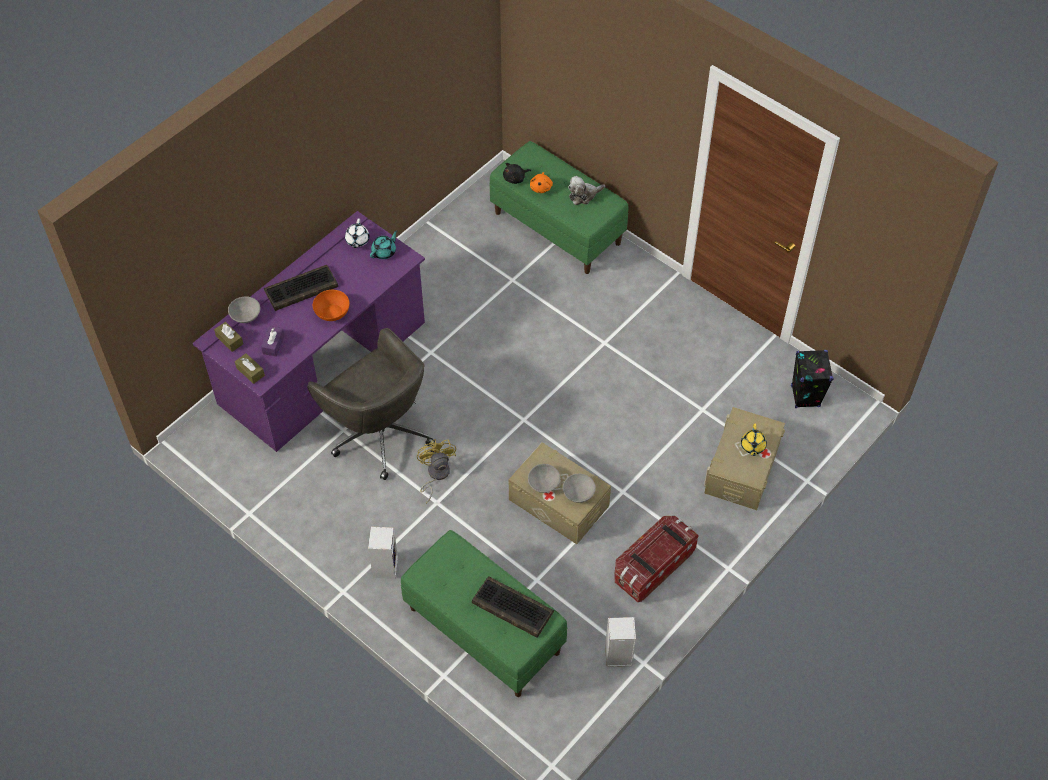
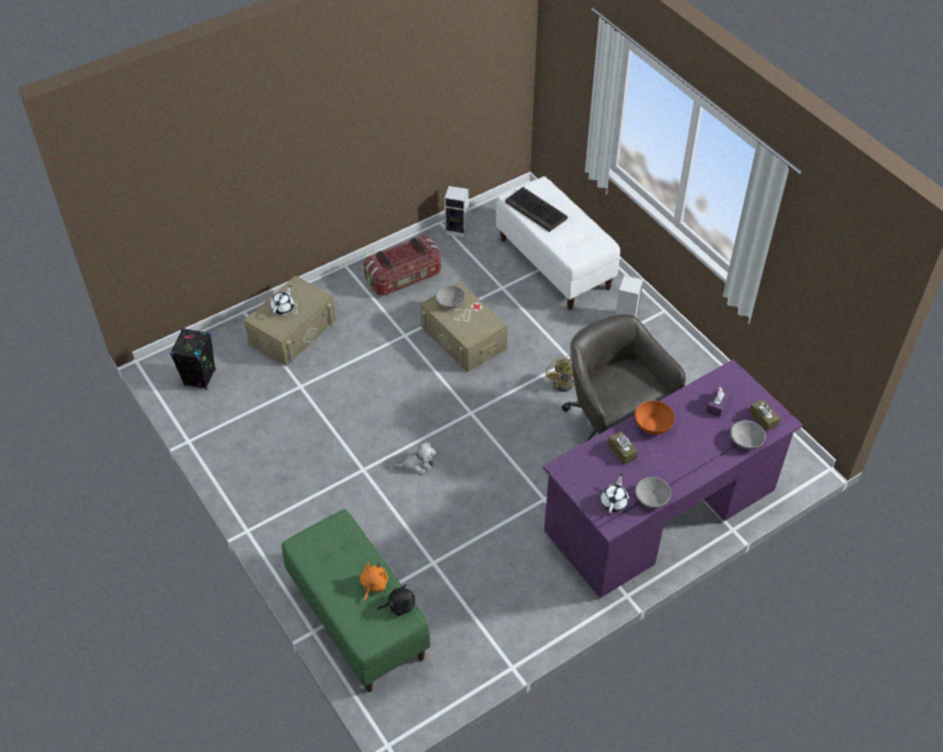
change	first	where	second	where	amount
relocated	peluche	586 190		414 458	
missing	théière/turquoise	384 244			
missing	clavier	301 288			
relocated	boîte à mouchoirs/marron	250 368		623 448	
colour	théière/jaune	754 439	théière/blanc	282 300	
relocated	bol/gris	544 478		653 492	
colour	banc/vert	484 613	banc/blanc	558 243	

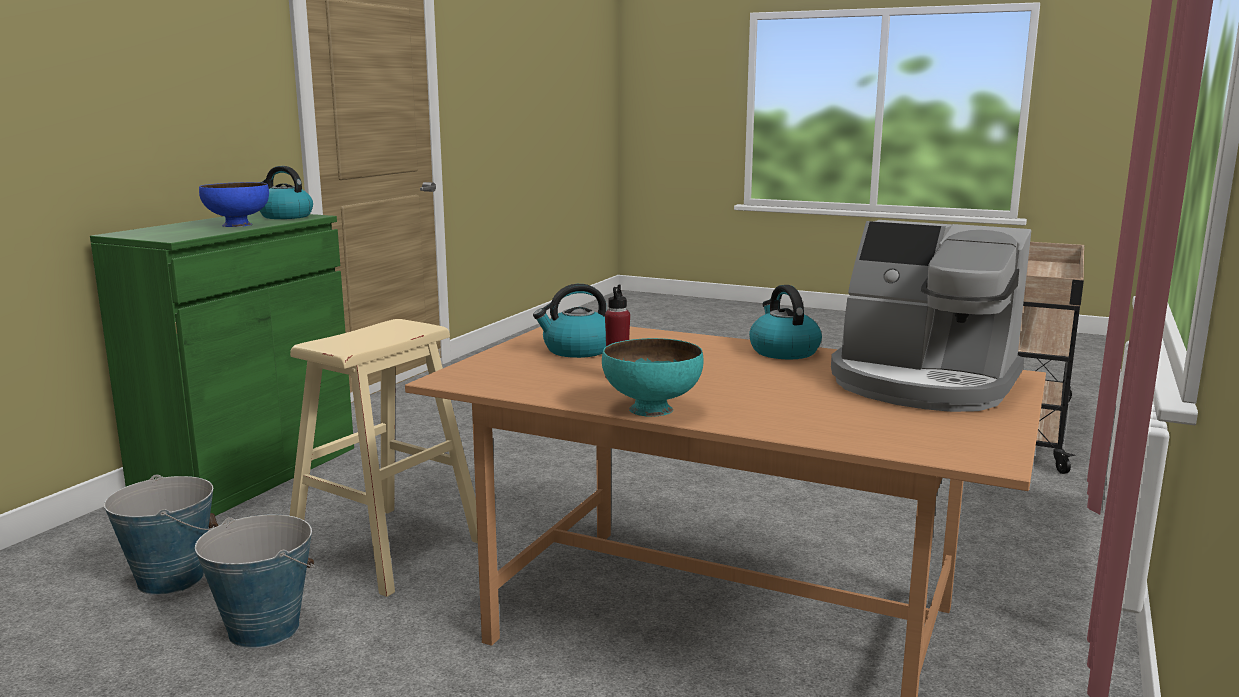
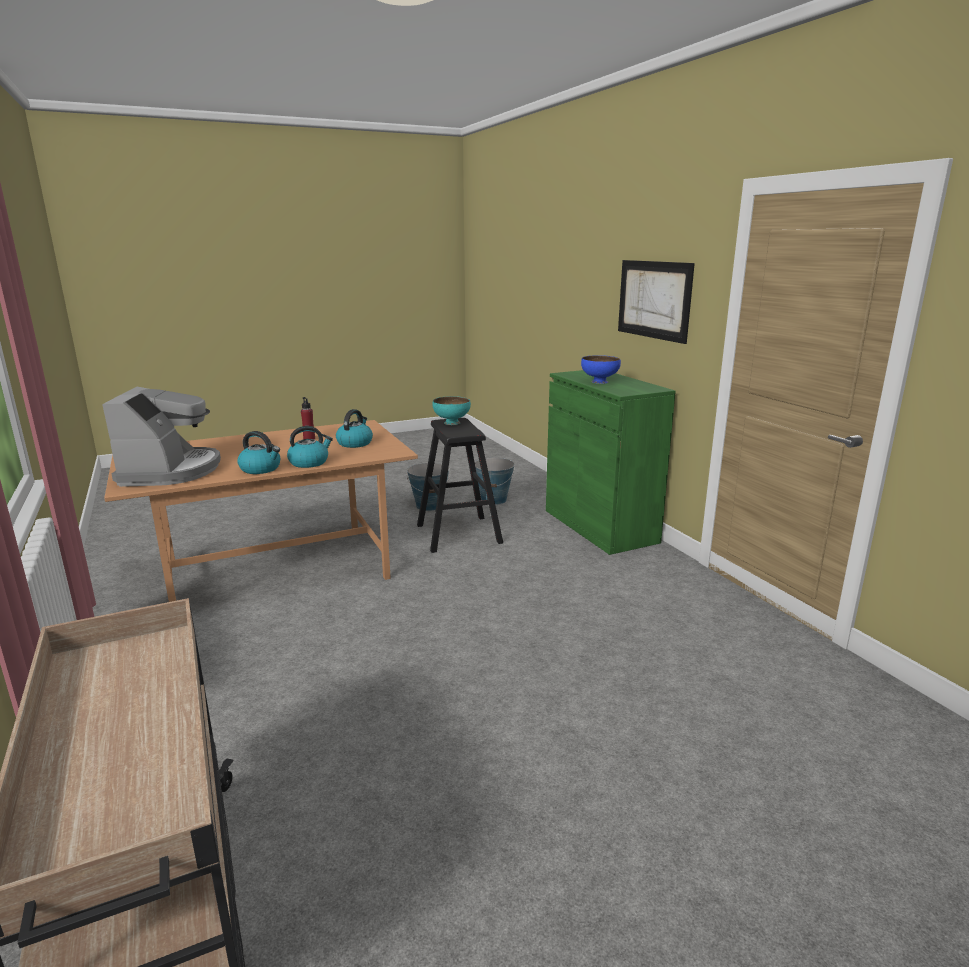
change	first	where	second	where	amount
relocated	bouilloire	286 192		310 447	
spun	machine à café	931 316		161 437	105 degrees clockwise
colour	tabouret/beige	383 458	tabouret/noir	460 485	
relocated	bol/turquoise	652 377		451 410	
appeared			tableau	656 302	

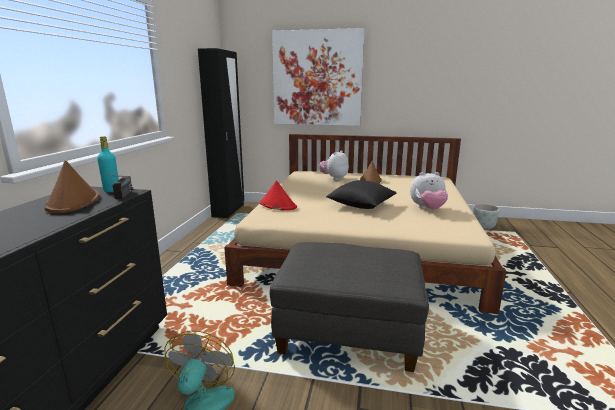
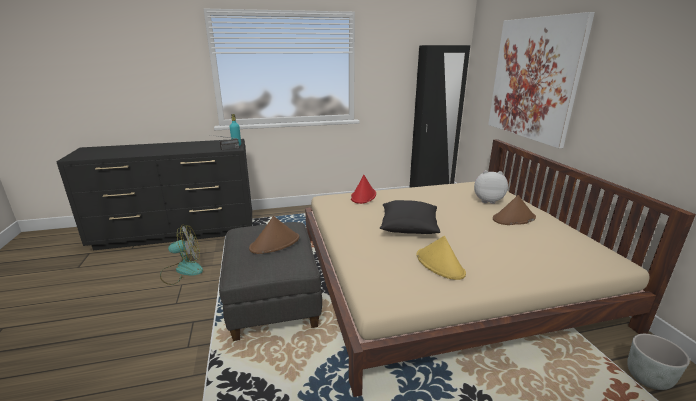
change	first	where	second	where	amount
relocated	chapeau/marron	72 186		274 235	
exchanged	peluche	429 191	chapeau/jaune	441 258	

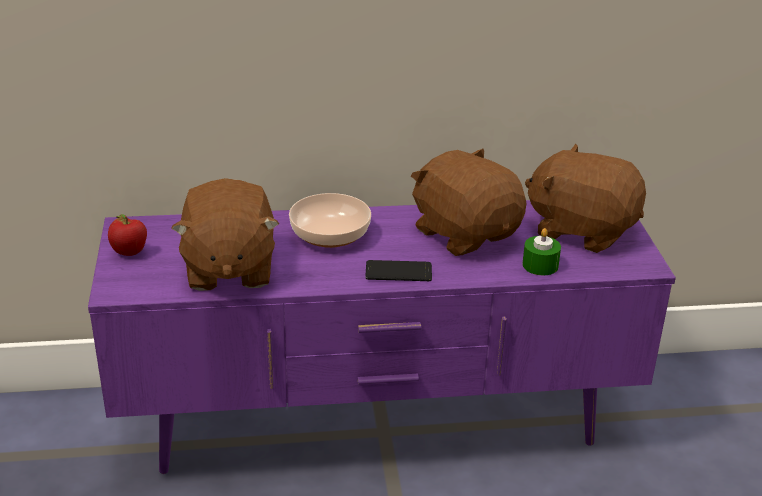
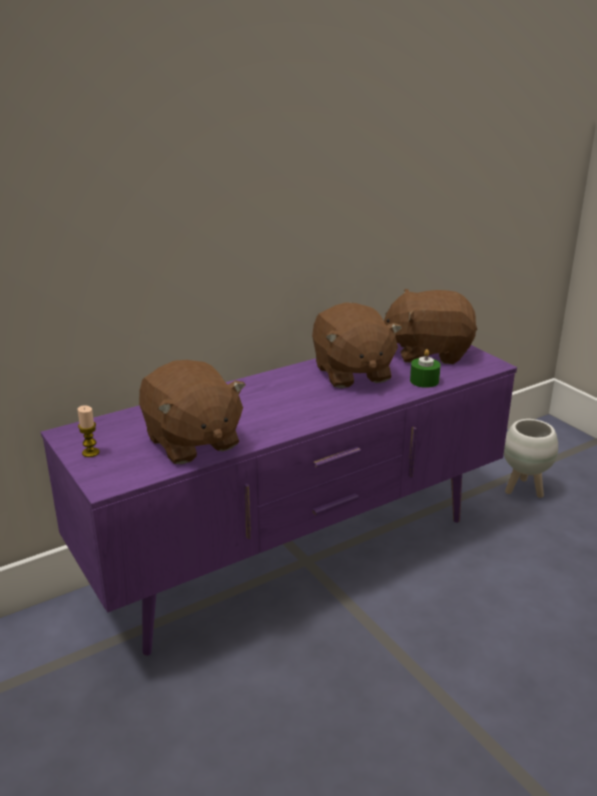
change	first	where	second	where	amount
spun	peluche/marron	469 202		357 345	135 degrees counterclockwise
missing	bol	330 220			
exchanged	pomme	127 235	bougie	88 431	
missing	téléphone	398 270			
appeared			cache-pot/blanc	531 458	

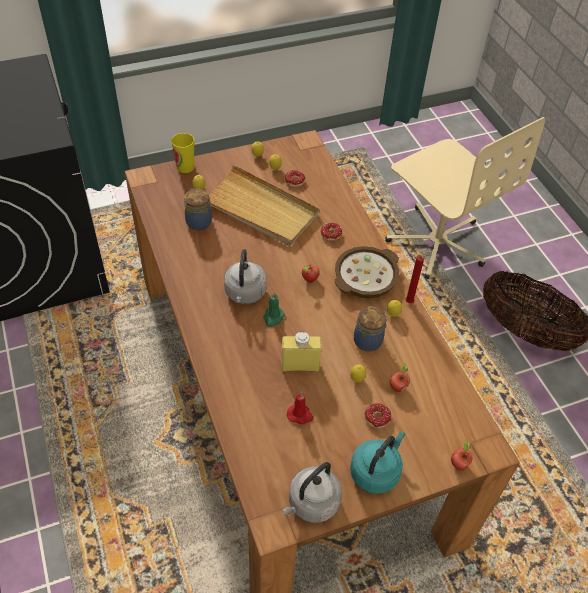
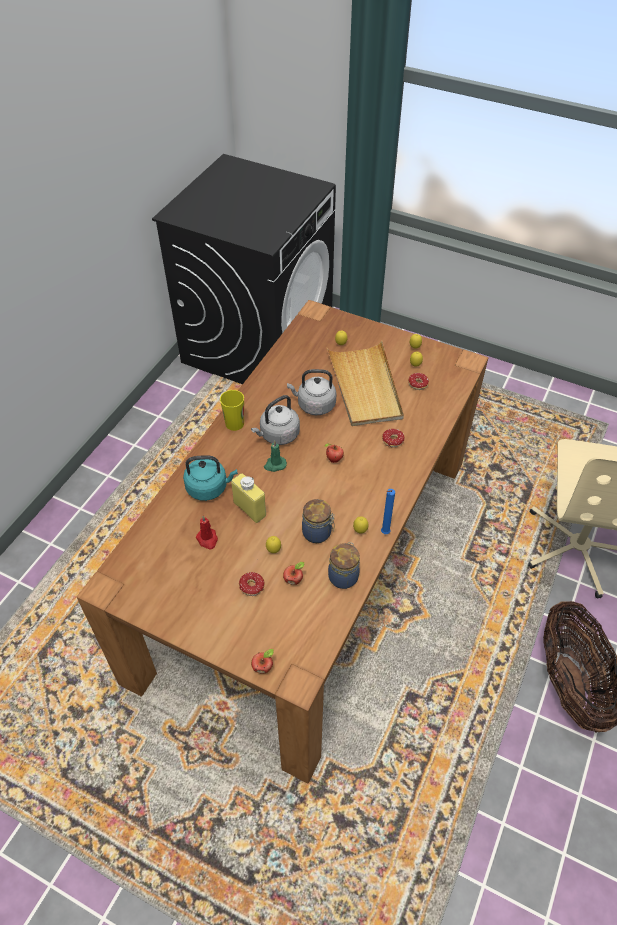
change	first	where	second	where	amount
relocated	tasse	182 153		232 410	
relocated	bocal	198 209		344 565	
missing	bol	367 272			
colour	bougie/rouge	414 279	bougie/bleu	388 511	
relocated	bouilloire/turquoise	377 463		210 478	
relocated	bouilloire/gris	312 492		312 392	

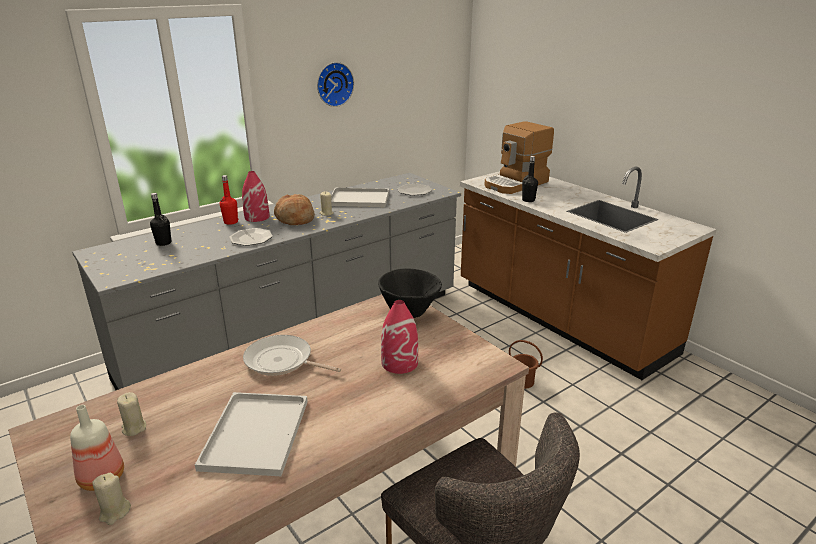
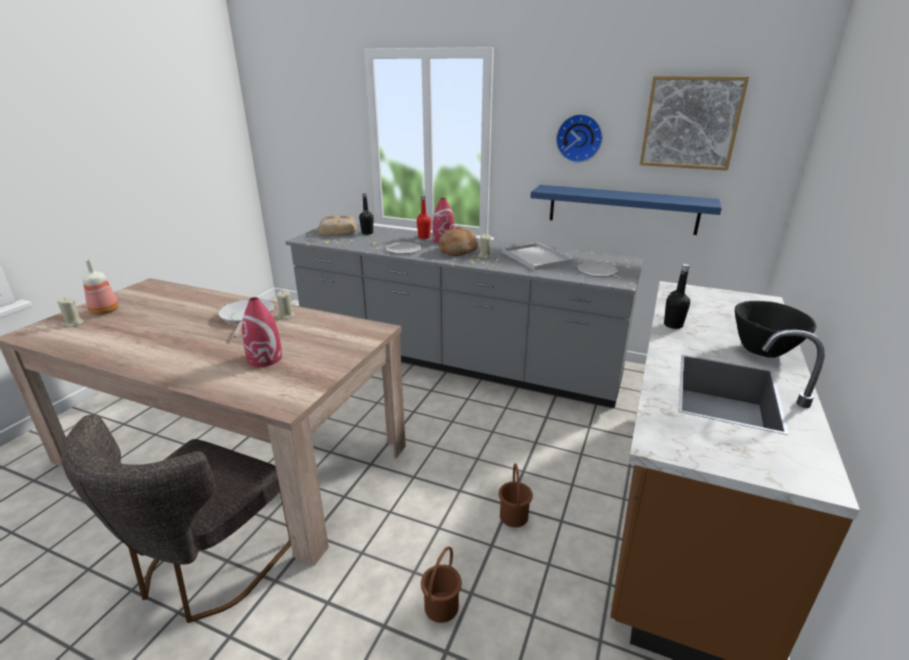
change	first	where	second	where	amount
missing	machine à café	519 157			
relocated	bol/noir	410 293		776 329	
relocated	bougie/beige	131 414		285 304	
missing	plateau/blanc	251 434			
appeared			tableau	694 123	
appeared			étagère/bleu	626 210	
appeared			pain	337 225	
appeared			seau/marron	441 584	

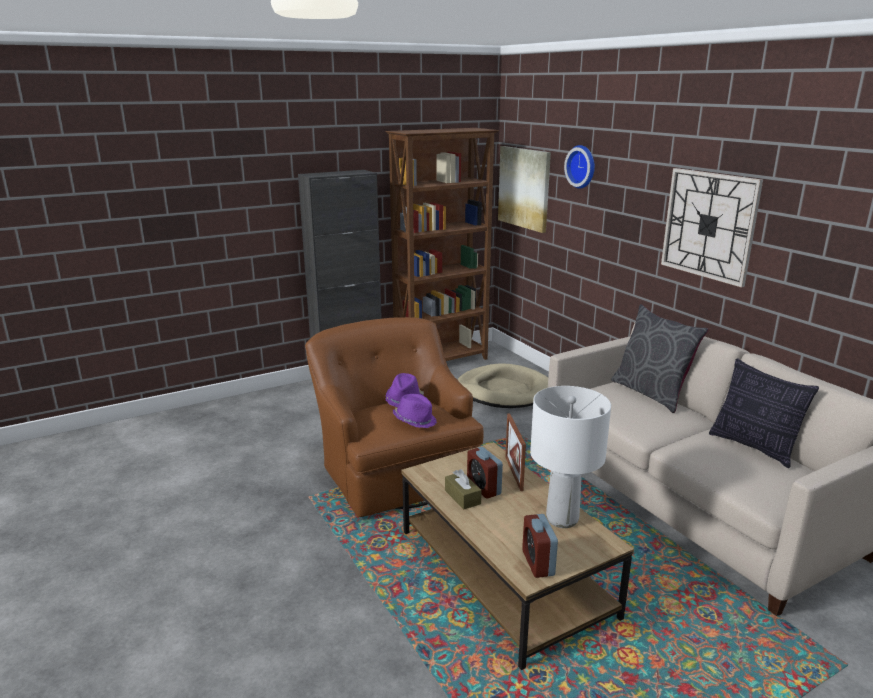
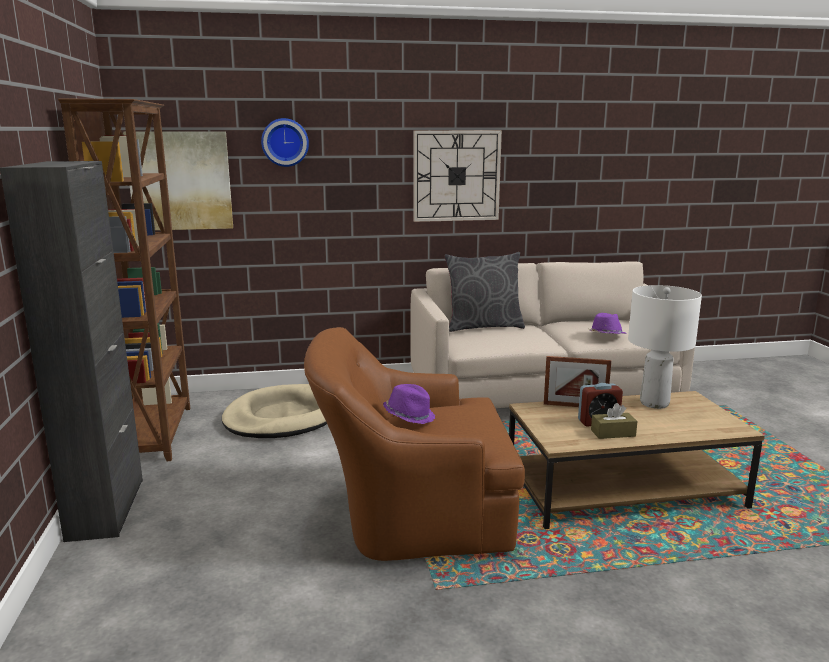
change	first	where	second	where	amount
missing	coussin	764 413			
relocated	chapeau/violet	415 411		607 323	
missing	réveil	540 546			

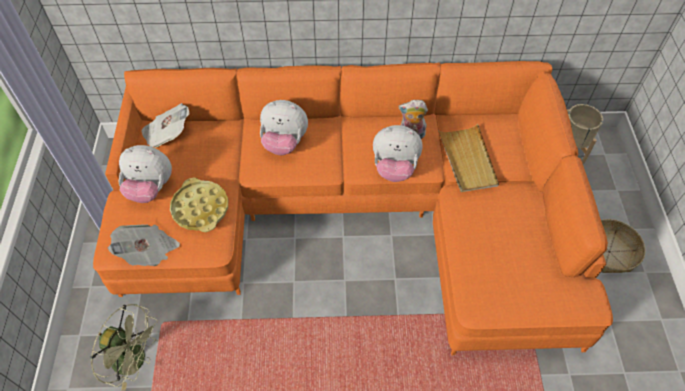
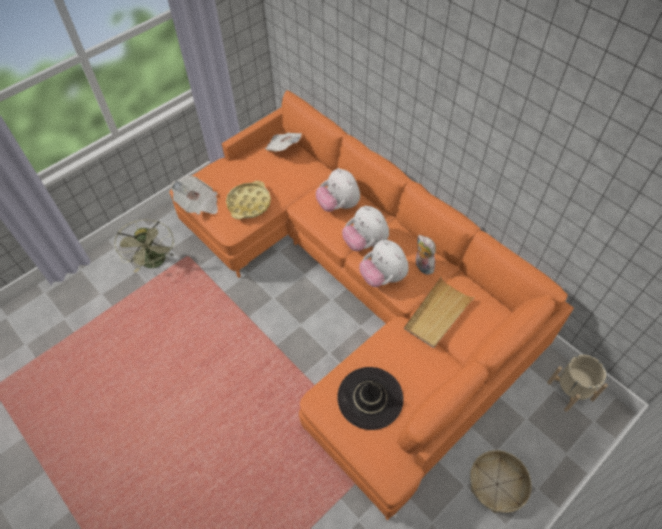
change	first	where	second	where	amount
relocated	peluche	145 174		365 228	
appeared			chapeau/noir	370 398	

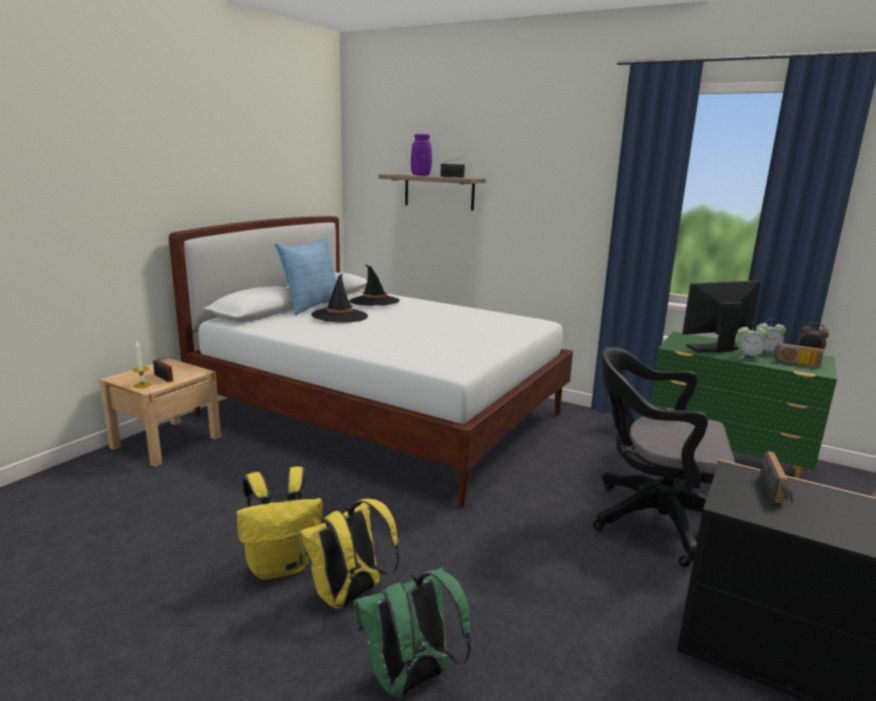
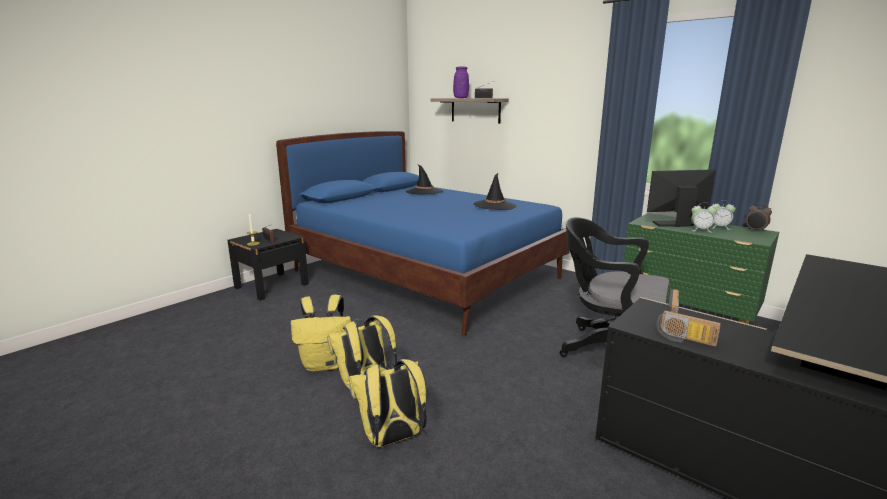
change	first	where	second	where	amount
colour	lit/blanc	371 362	lit/bleu	423 233	
missing	coussin	306 276			
relocated	chapeau/noir	339 298		495 191	
relocated	radio	799 355		689 328	
colour	table de chevet/beige	160 412	table de chevet/noir	268 265	
colour	sac à dos/vert	412 633	sac à dos/jaune	388 403	

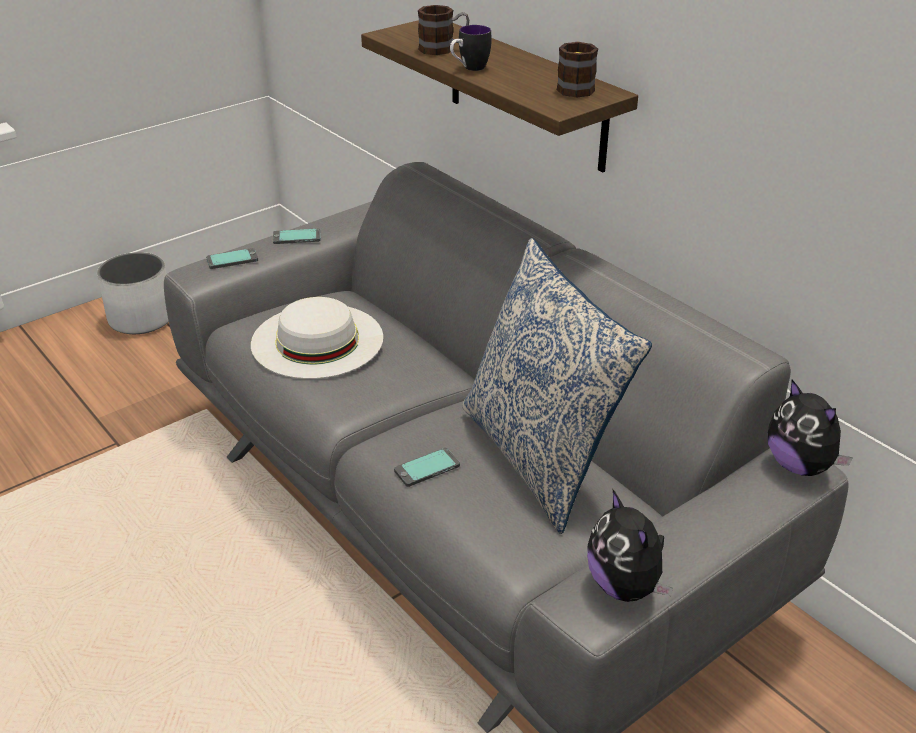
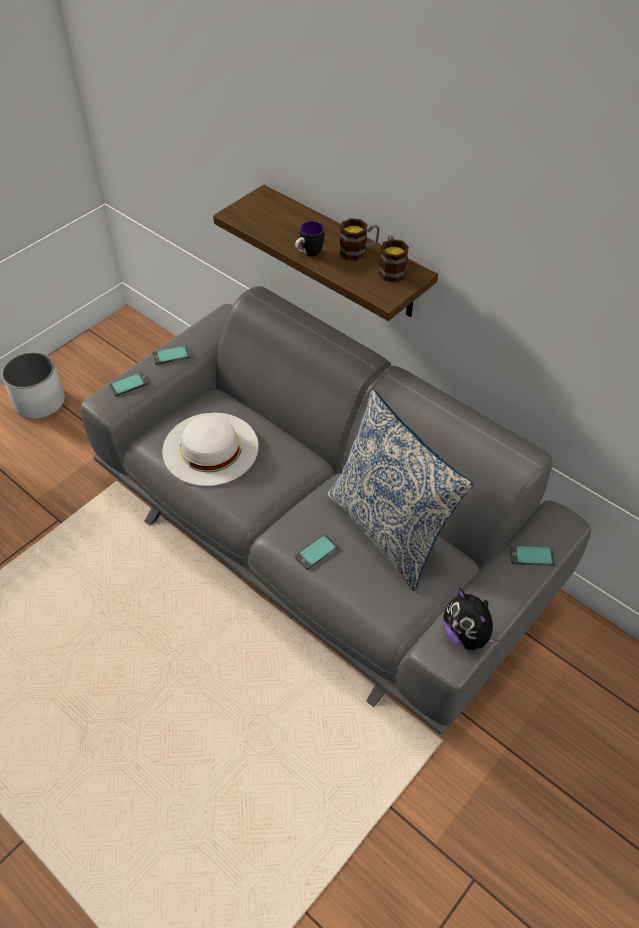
change	first	where	second	where	amount
relocated	mug	443 30		360 239	
missing	peluche	810 428			
appeared			téléphone	533 555	

